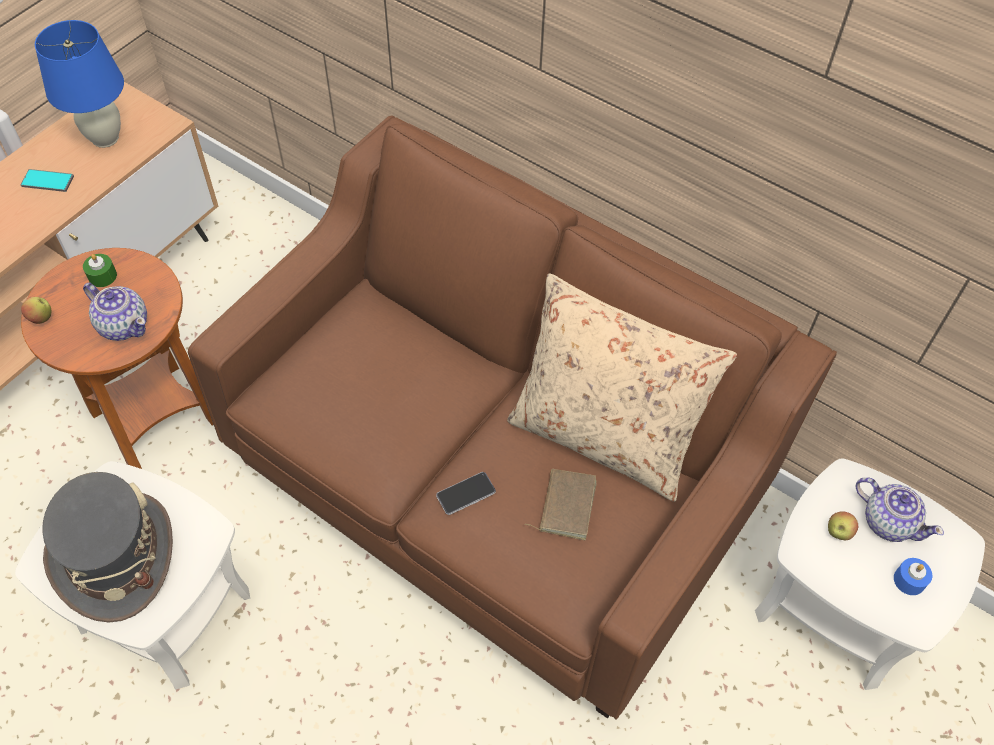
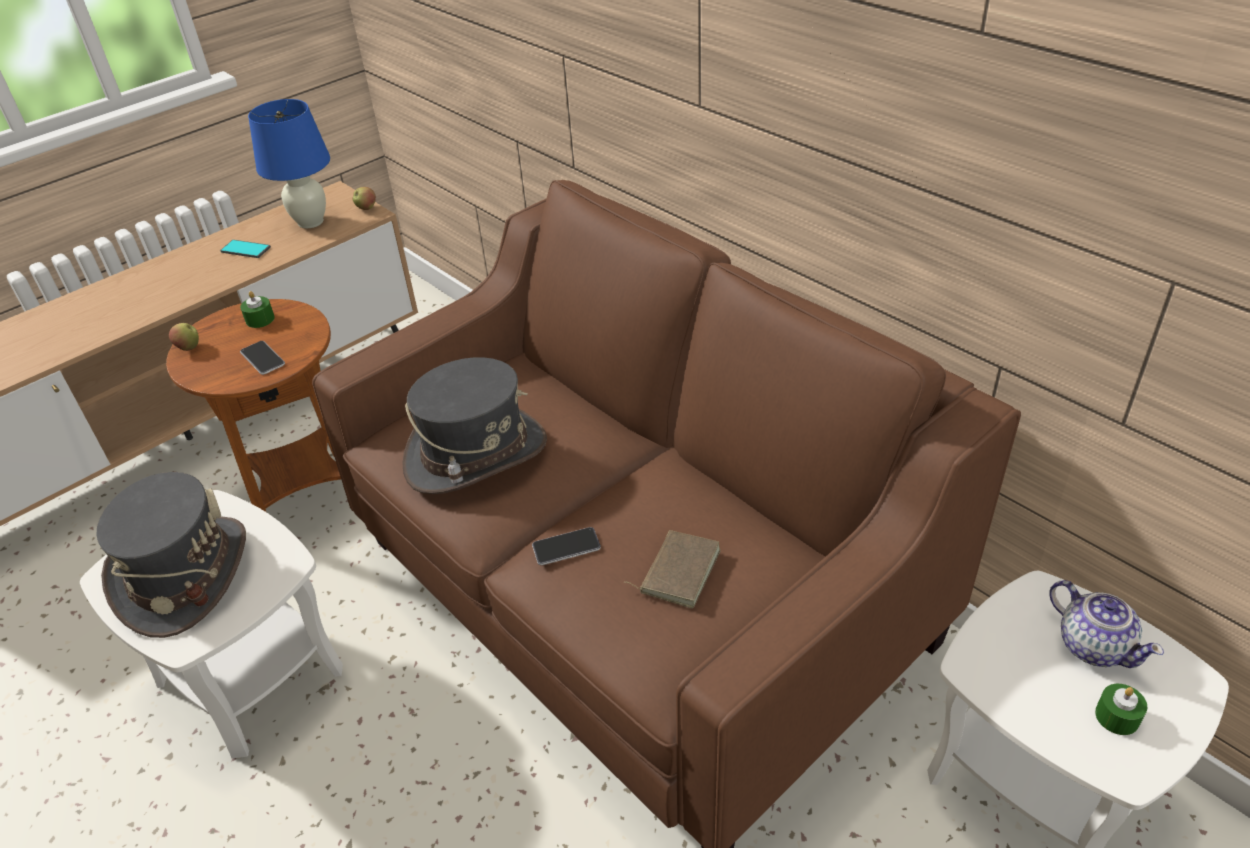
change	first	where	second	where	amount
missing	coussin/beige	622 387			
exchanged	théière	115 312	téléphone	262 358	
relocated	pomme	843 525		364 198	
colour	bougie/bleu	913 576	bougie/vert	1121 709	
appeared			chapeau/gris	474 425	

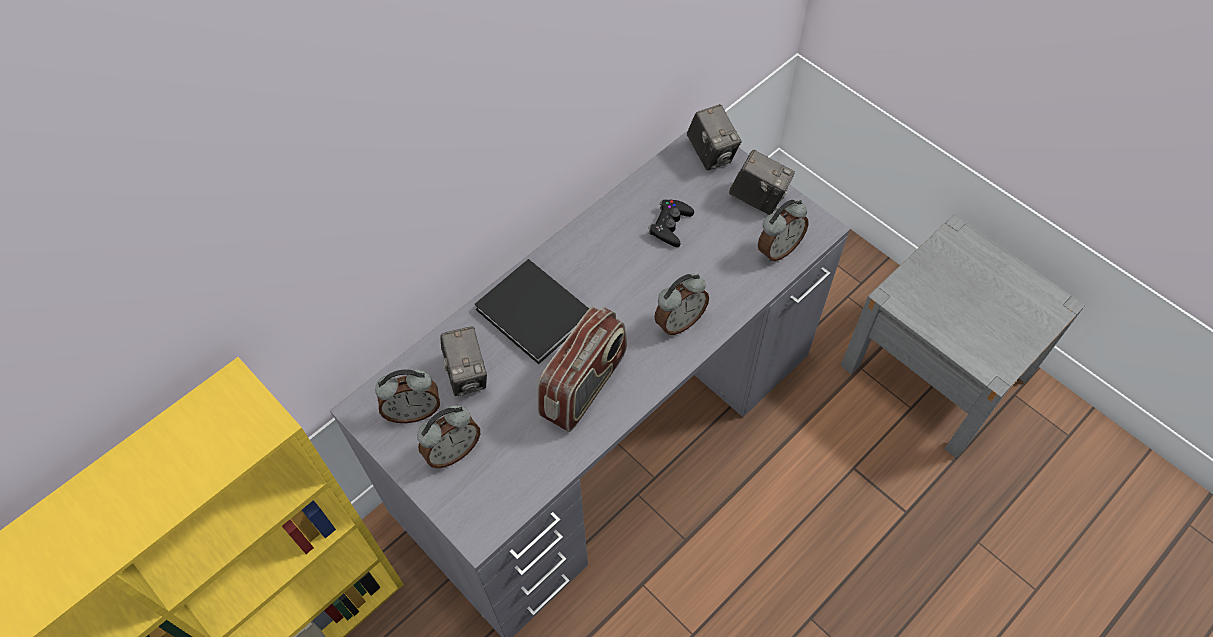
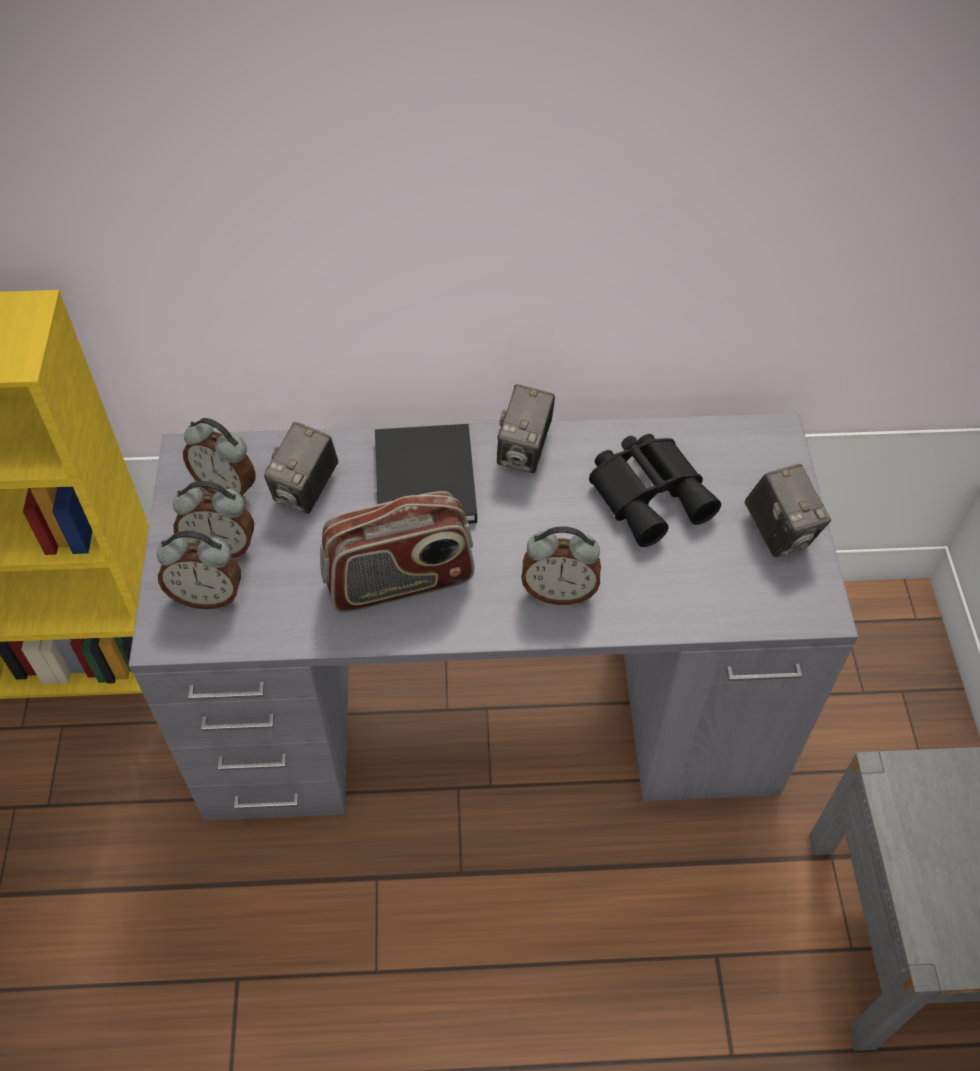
change	first	where	second	where	amount
relocated	appareil photo	714 137		526 428	
exchanged	manette/noir	671 223	jumelles/noir	655 490	
relocated	réveil	783 231		199 570	

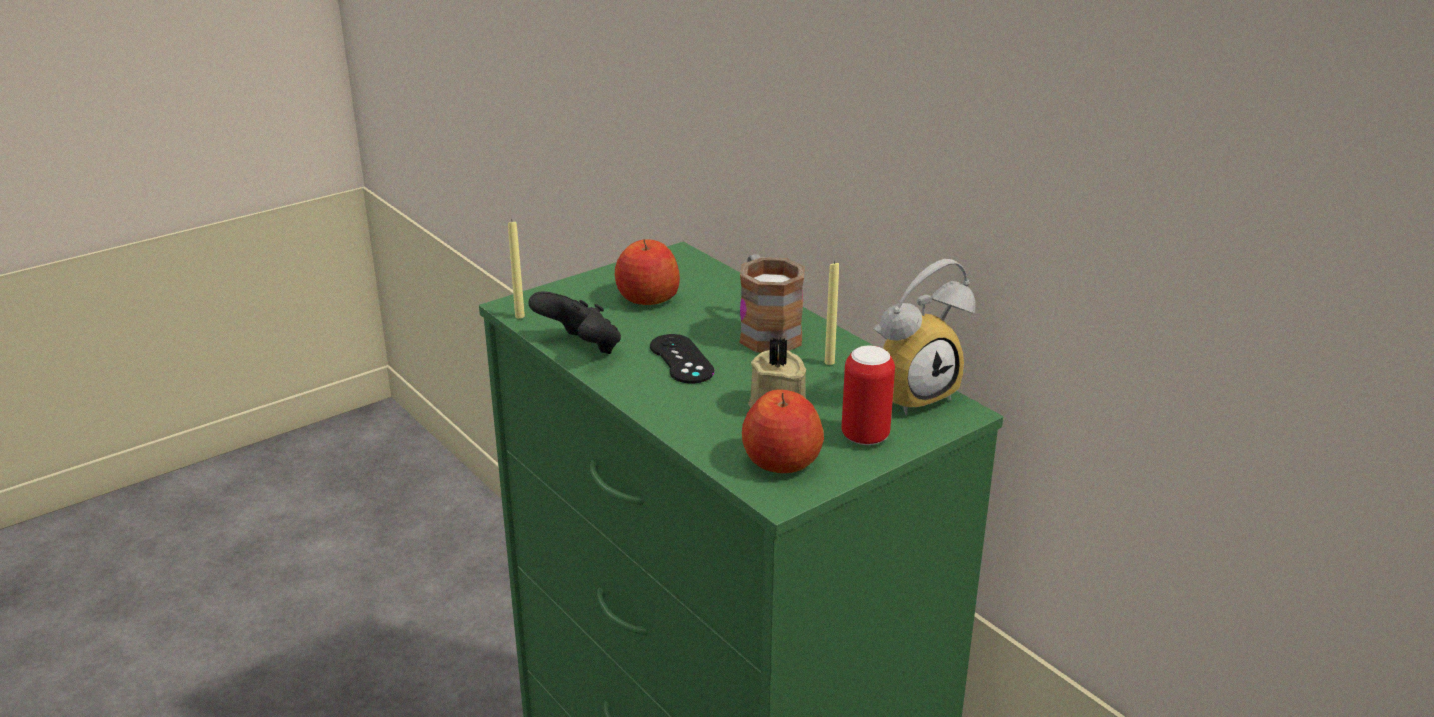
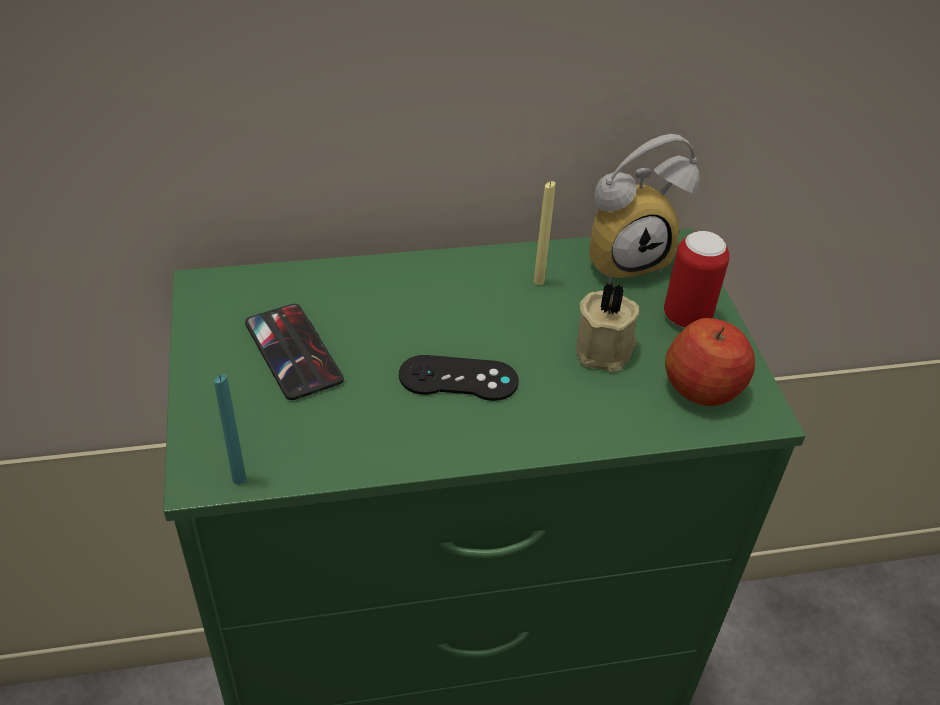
change	first	where	second	where	amount
colour	bougie/jaune	516 269	bougie/turquoise	230 429	
exchanged	pomme	647 272	téléphone	294 352	
missing	mug	772 303			
spun	réveil	924 337		644 208	75 degrees clockwise
missing	manette/noir	574 322			

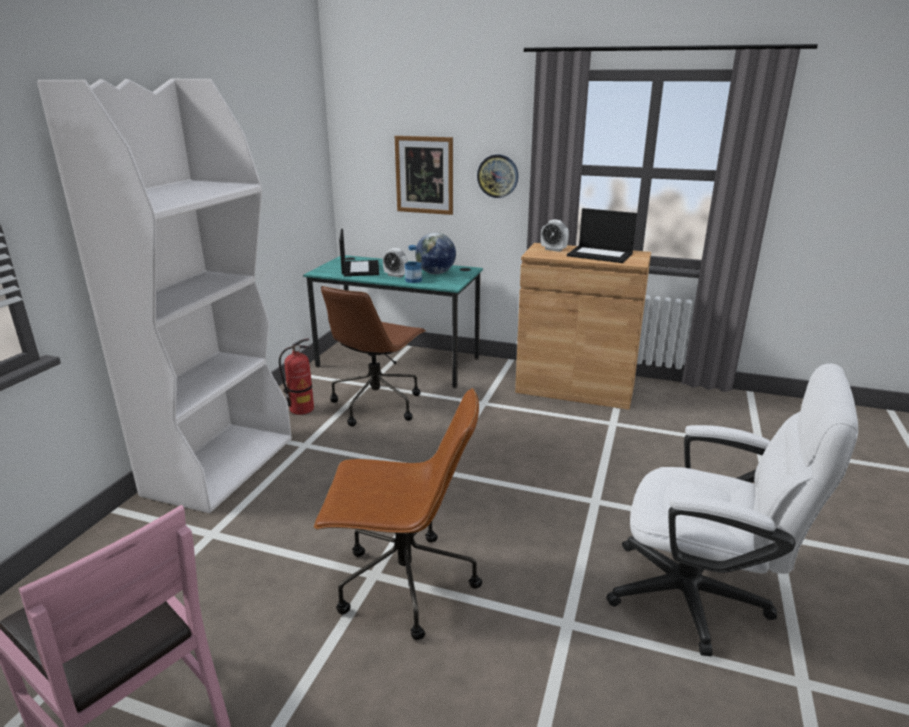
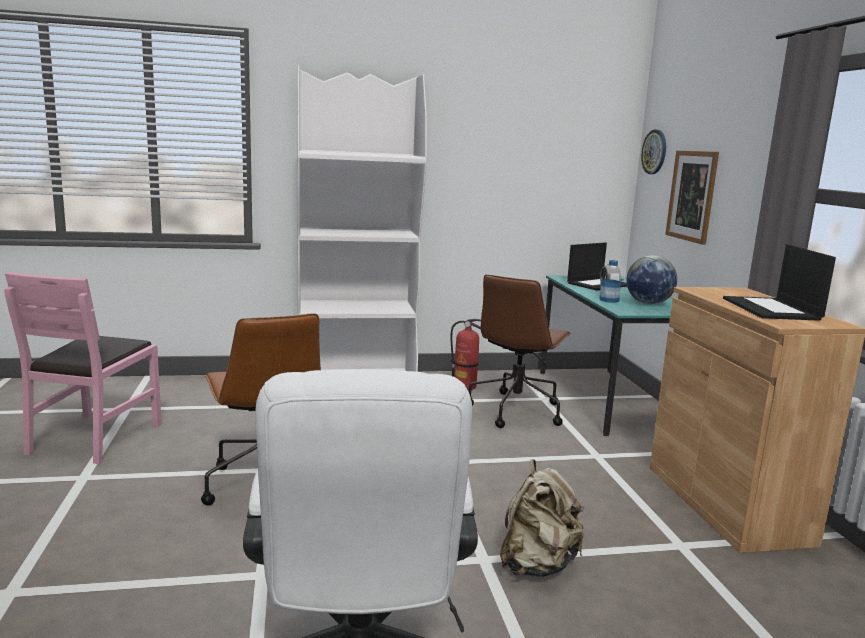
change	first	where	second	where	amount
relocated	horloge murale	497 176		653 152	
missing	réveil	555 235			
spun	chaise de bureau/marron	373 356		520 351	60 degrees counterclockwise
appeared			sac à dos/beige	542 518	

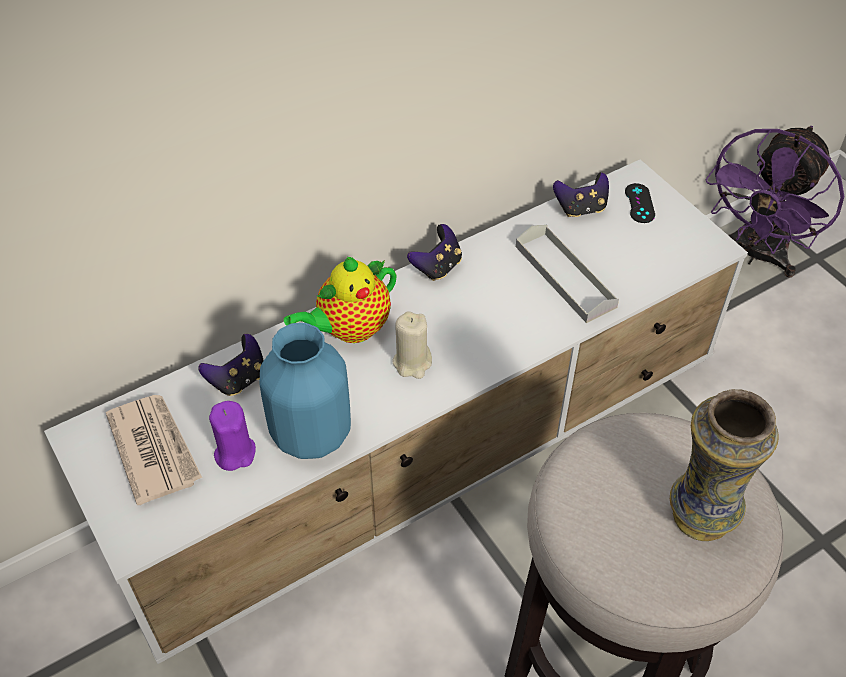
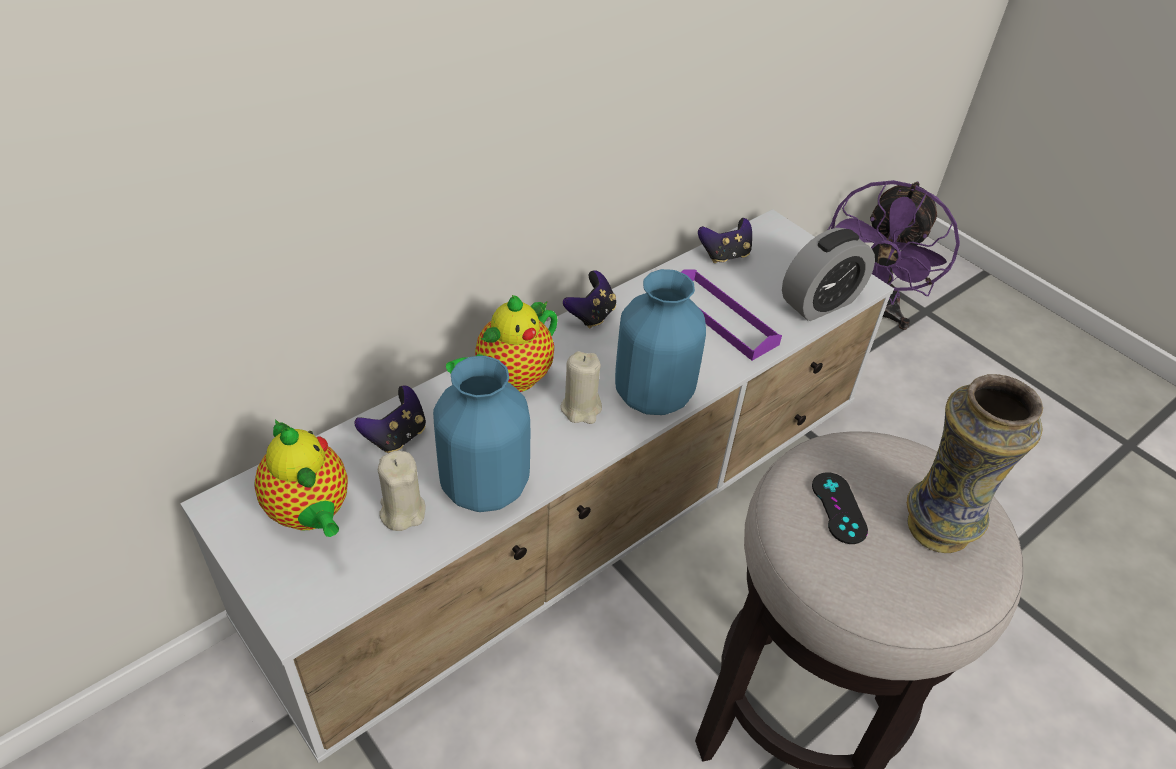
change	first	where	second	where	amount
relocated	manette/noir	640 203		840 508	
colour	plateau/gris	567 274	plateau/violet	731 315	
exchanged	journal	154 450	théière	301 478	
colour	bougie/violet	232 436	bougie/beige	401 491	
appeared			réveil	828 274	
appeared			vase/bleu	660 342	

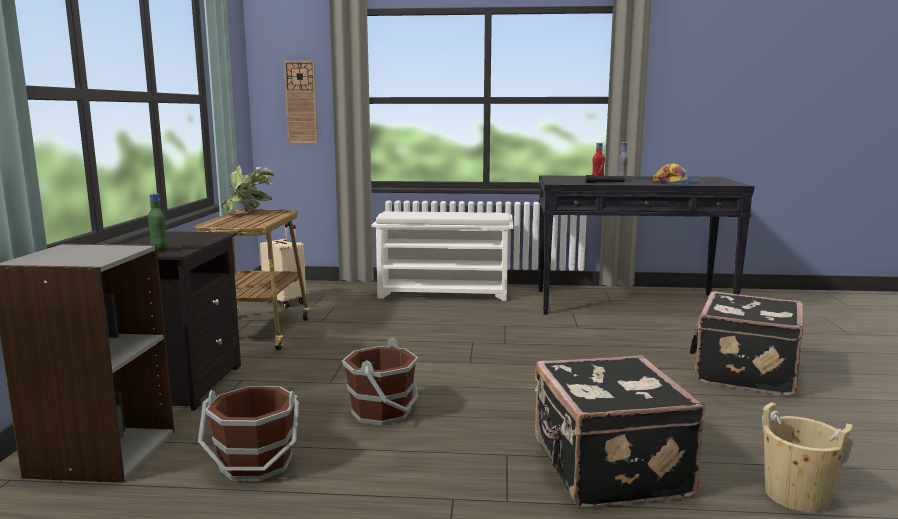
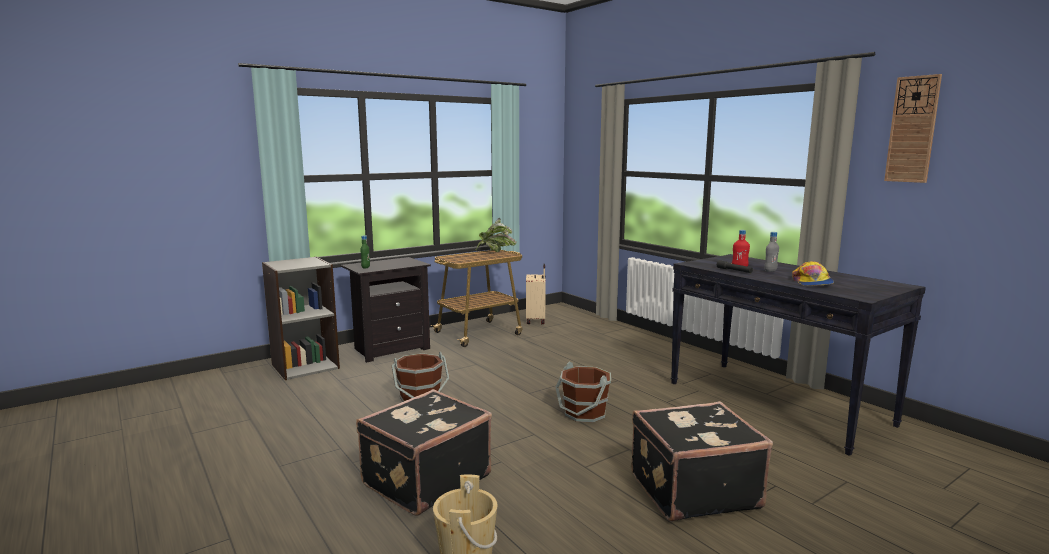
change	first	where	second	where	amount
relocated	horloge murale	301 102		913 128	
missing	étagère à chaussures/blanc	442 256			
relocated	seau/marron	249 434		583 391	

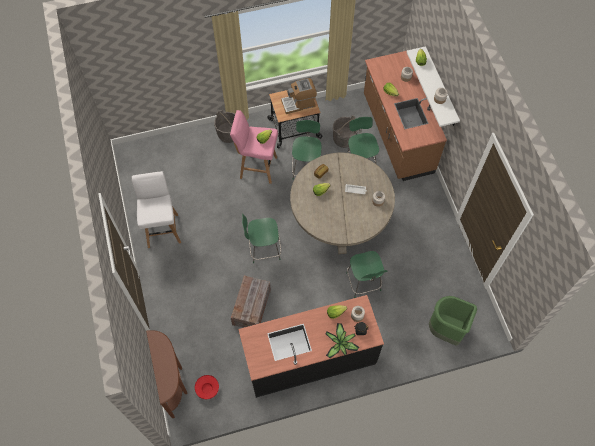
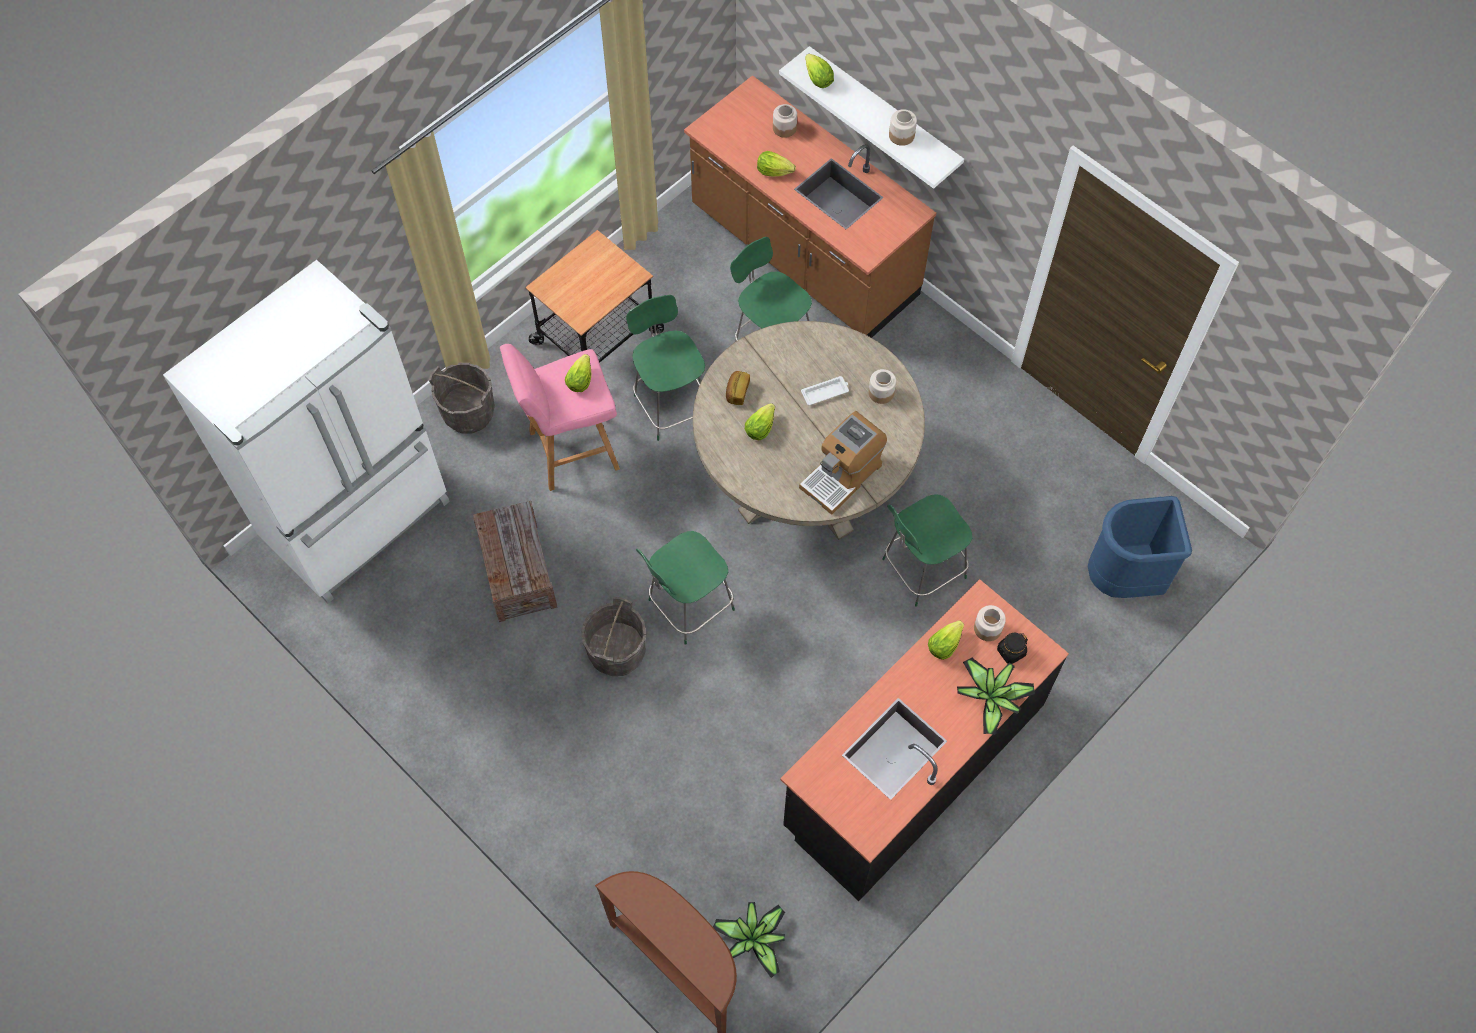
change	first	where	second	where	amount
relocated	machine à café	299 96		843 463	
relocated	seau/gris	345 131		613 636	
missing	tabouret/blanc	156 209			
spun	chaise/vert	366 274		927 550	105 degrees clockwise
relocated	caisse	251 302		515 561	
colour	poubelle/vert	453 321	poubelle/bleu	1140 547	
exchanged	bol/rouge	207 387	plante en pot	749 940	
appeared			réfrigérateur/blanc	306 431	

